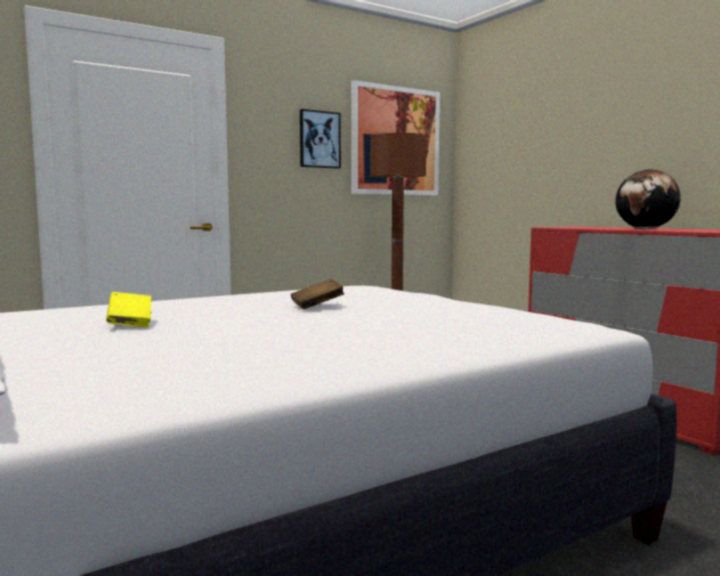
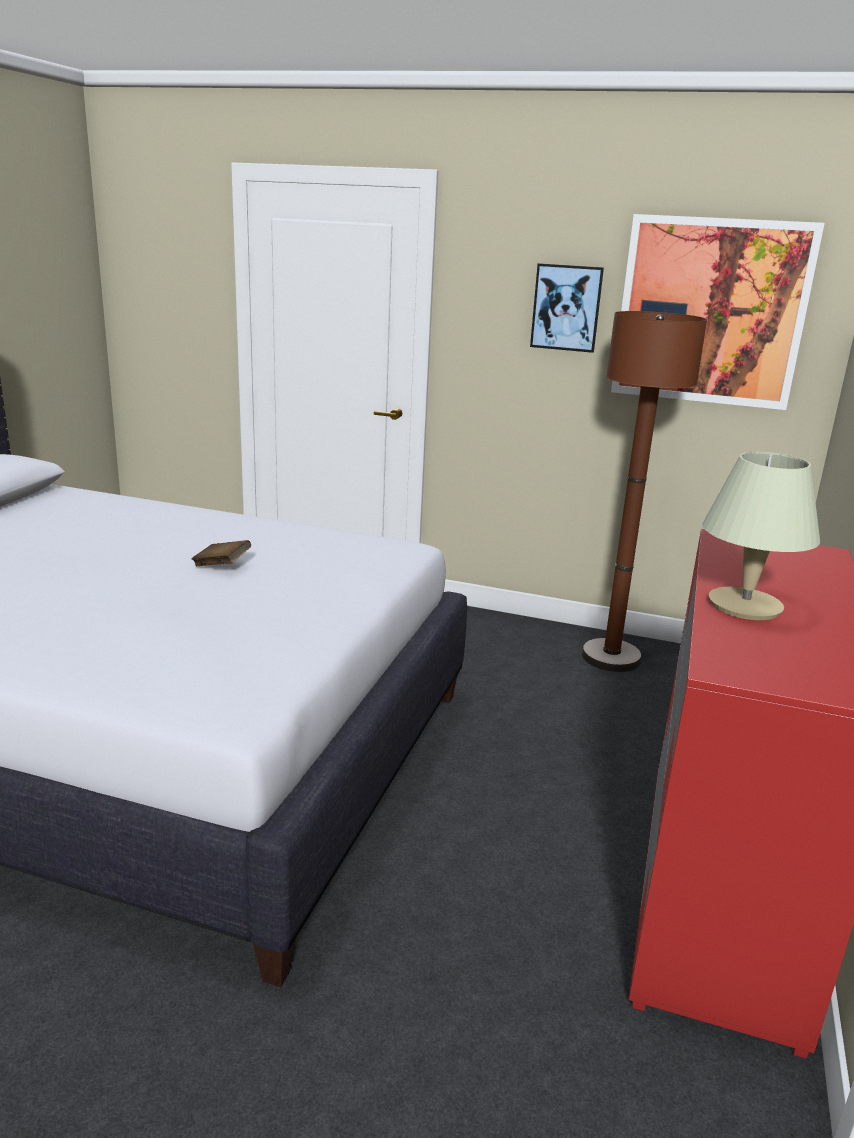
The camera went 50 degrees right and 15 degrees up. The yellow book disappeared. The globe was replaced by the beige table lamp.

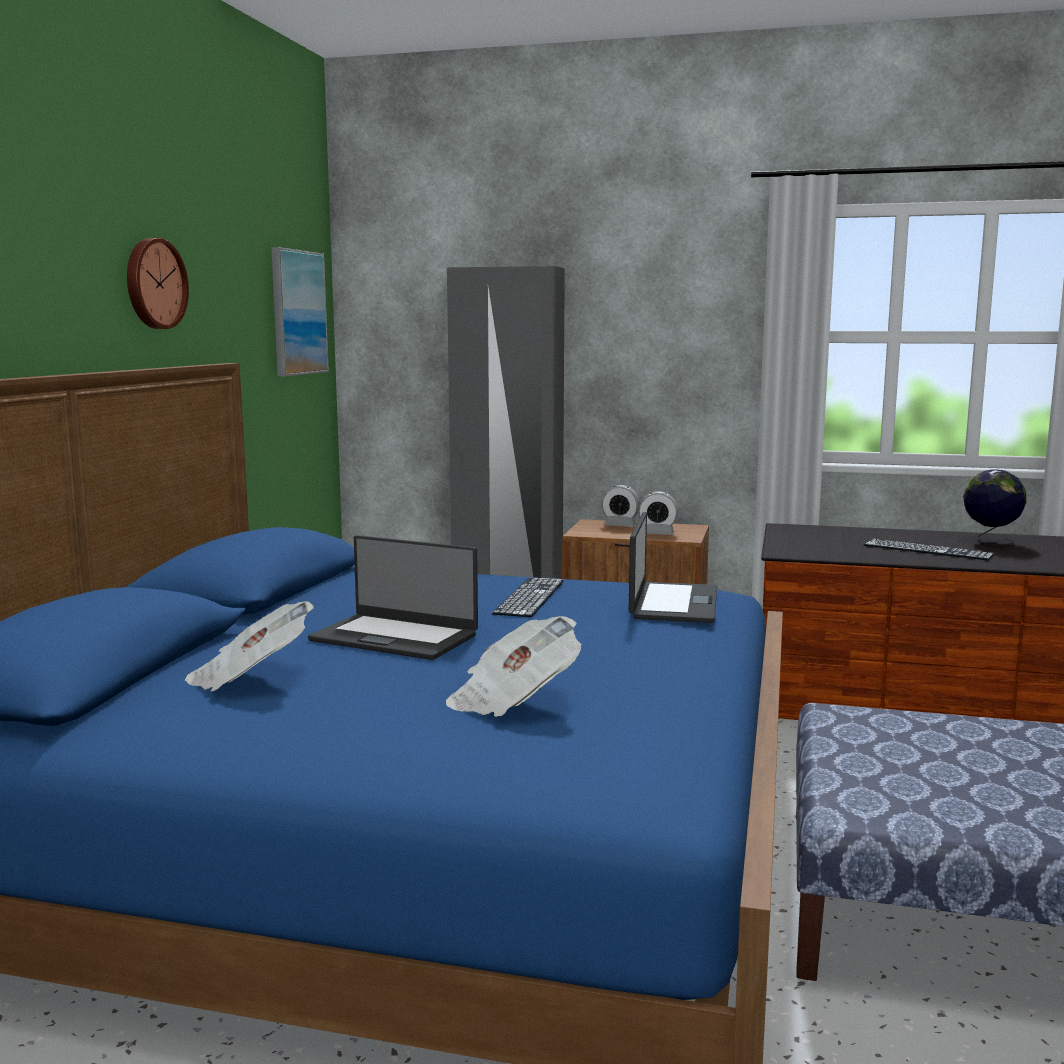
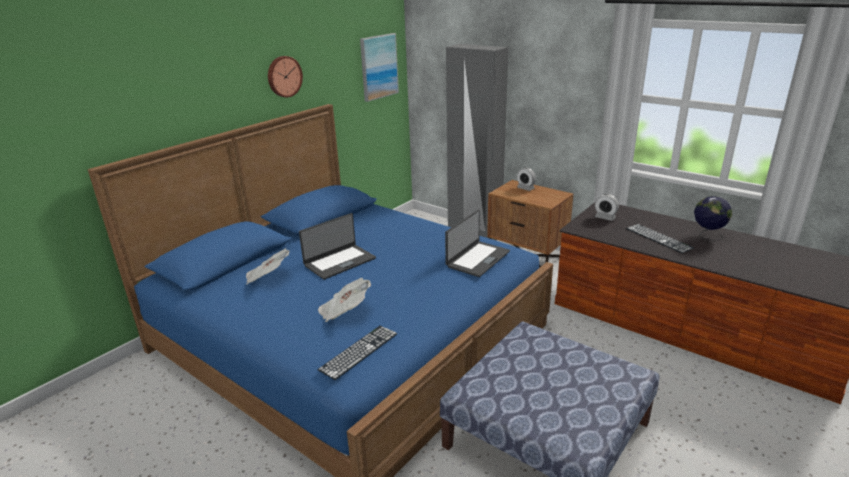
The camera went 25 degrees right and 15 degrees up. The laptop (no. 1 from left) turned 90 degrees counterclockwise. The keyboard (no. 1 from left) moved. The alarm clock (no. 2 from left) moved.

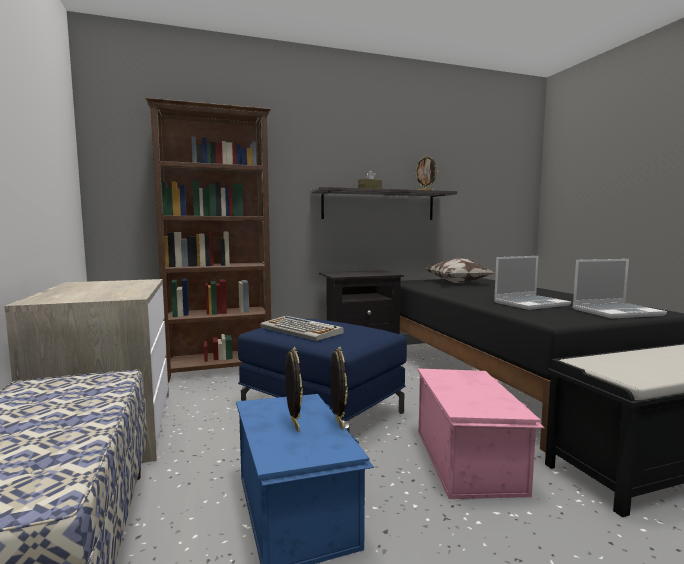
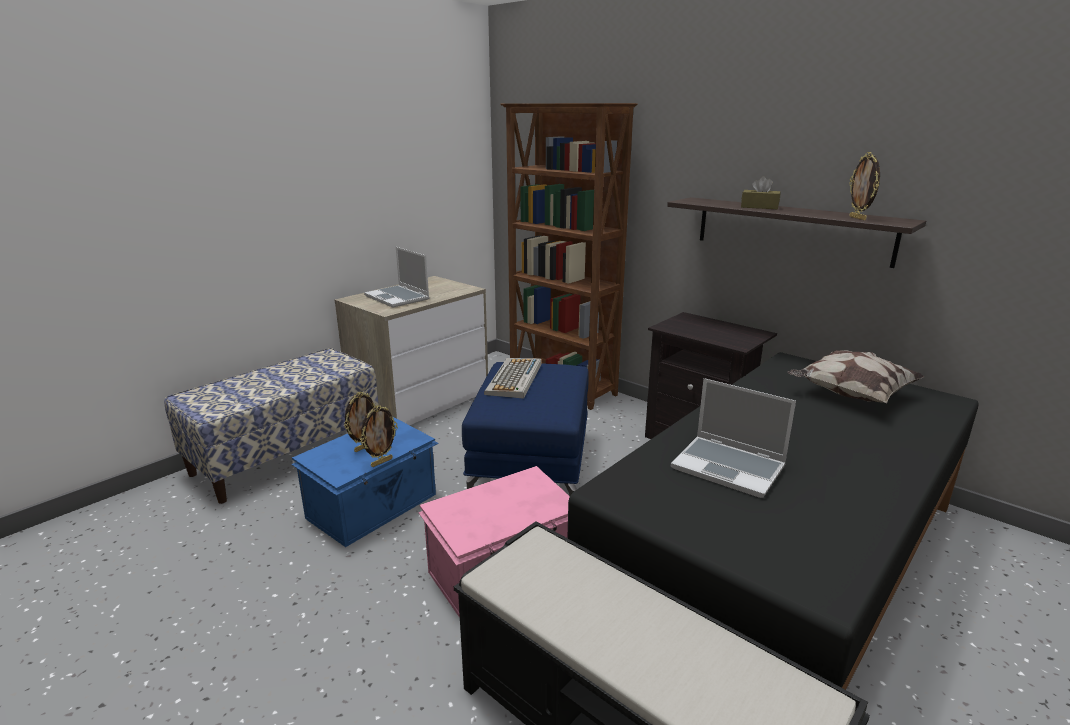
The camera went 60 degrees right and 15 degrees up. The laptop (no. 2 from left in the first image) moved.

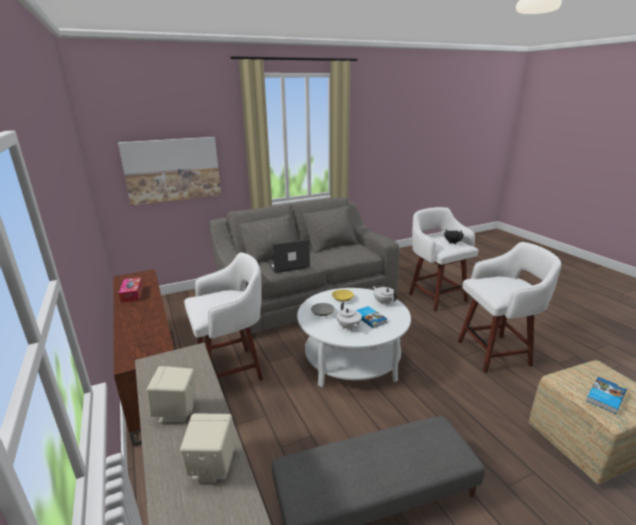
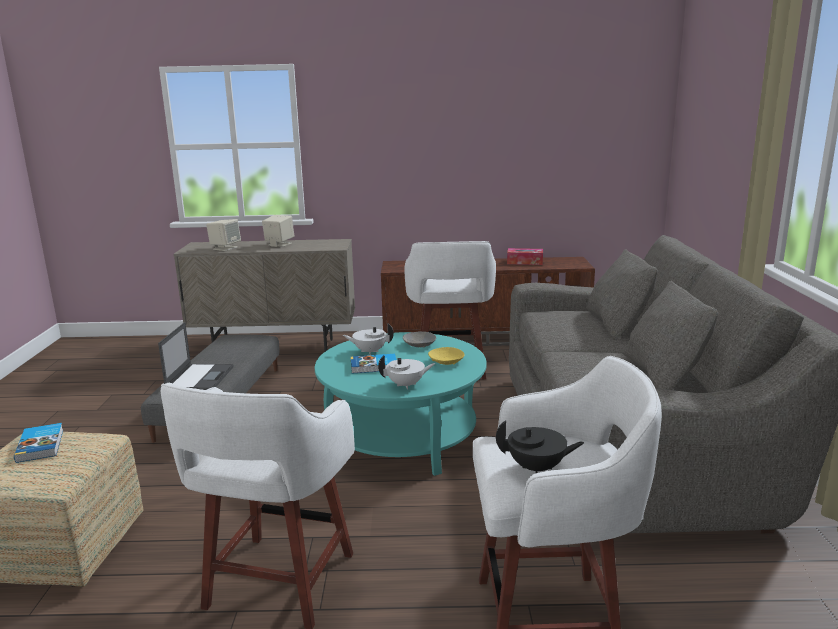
The camera went 115 degrees right and 5 degrees down. The picture disappeared. The laptop moved. The white coffee table became the turquoise coffee table.

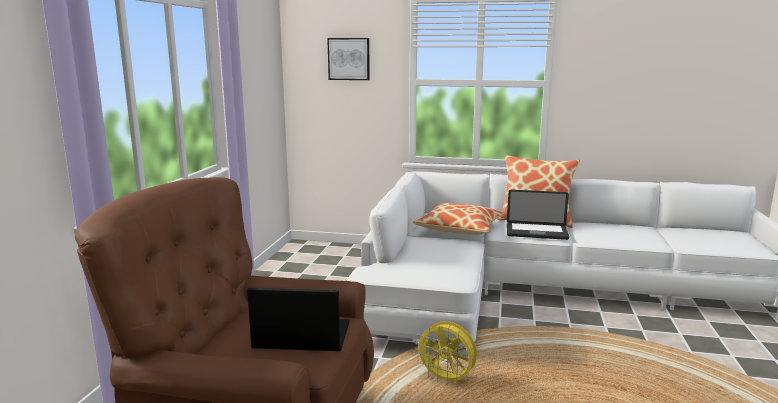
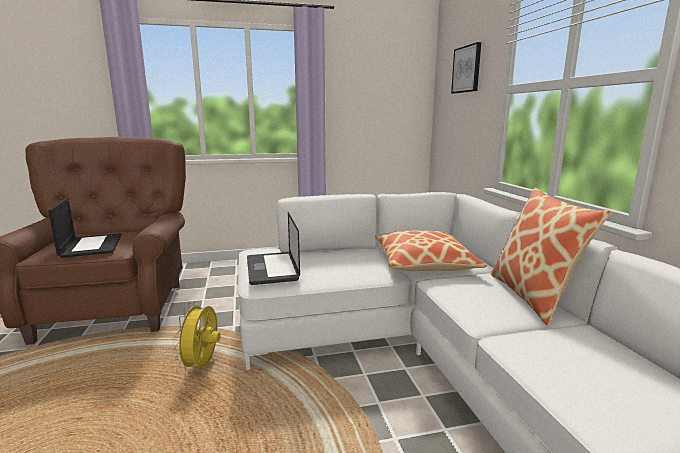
The camera went 65 degrees right and 0 degrees up. The laptop (no. 2 from left) moved.

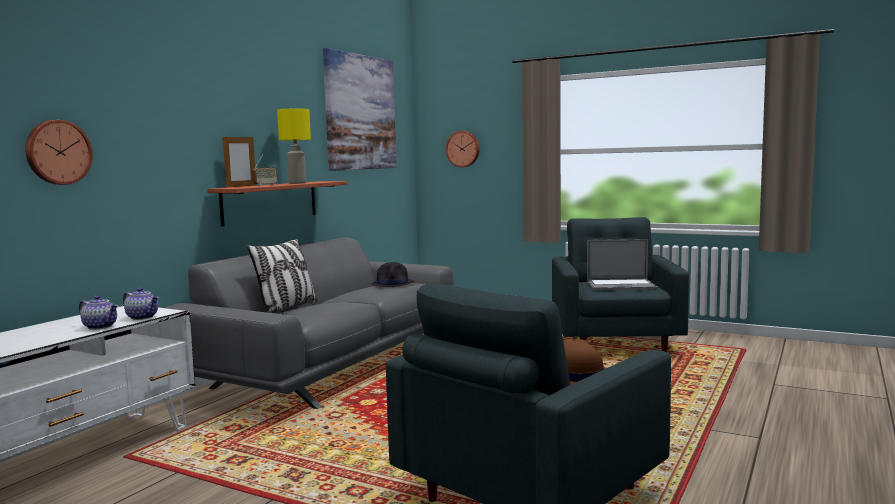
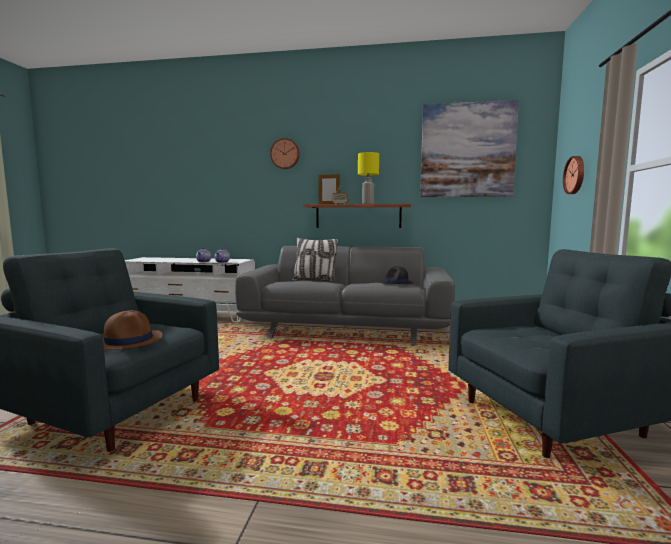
The camera went 70 degrees right and 0 degrees up. The wall clock (no. 1 from left) moved. The laptop disappeared.

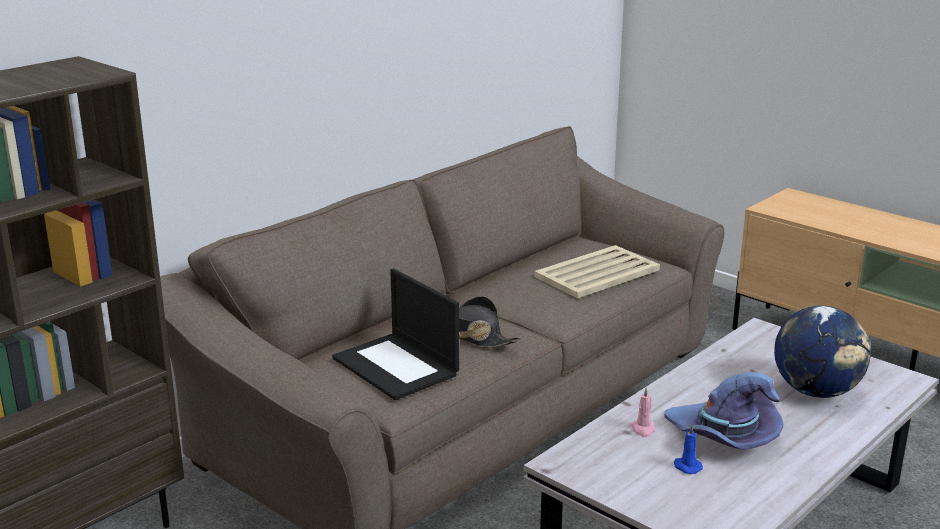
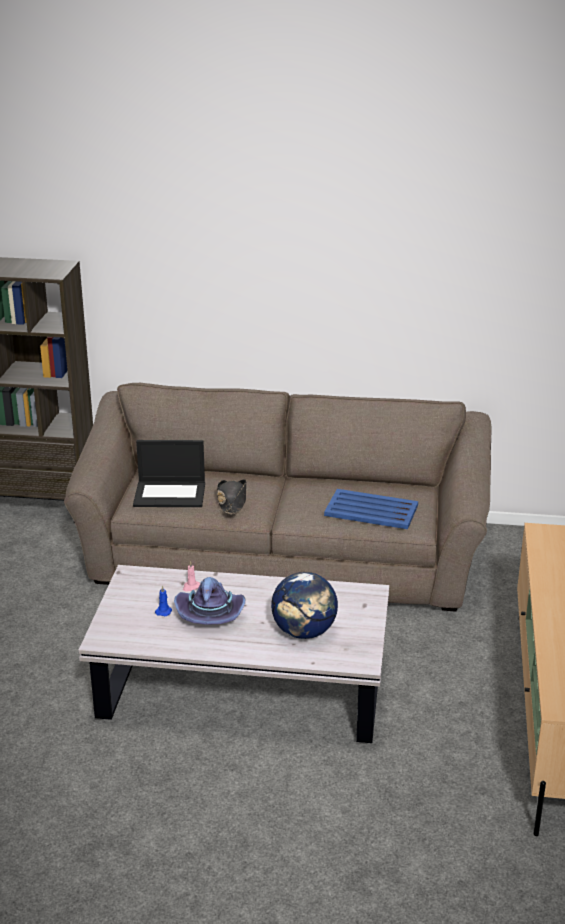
The camera went 55 degrees right and 5 degrees up. The laptop turned 105 degrees counterclockwise. The beige tray became the blue tray.

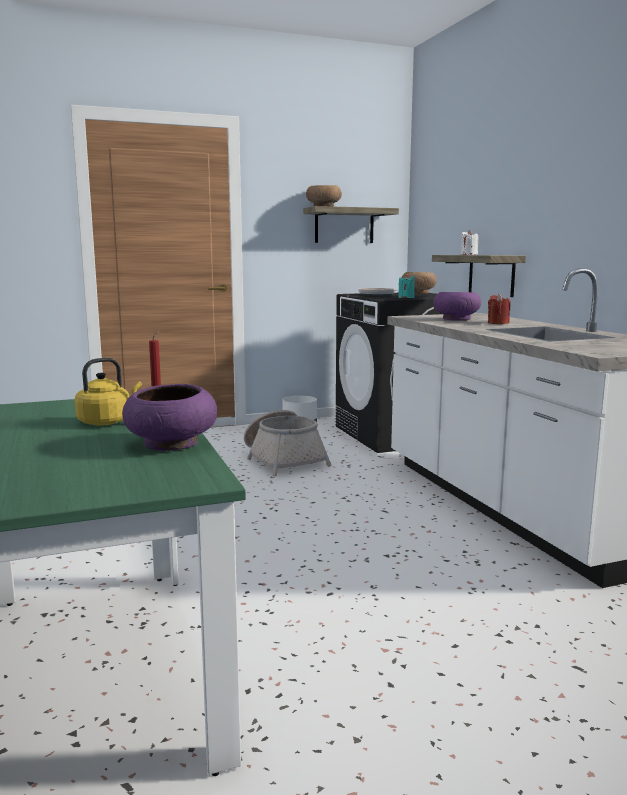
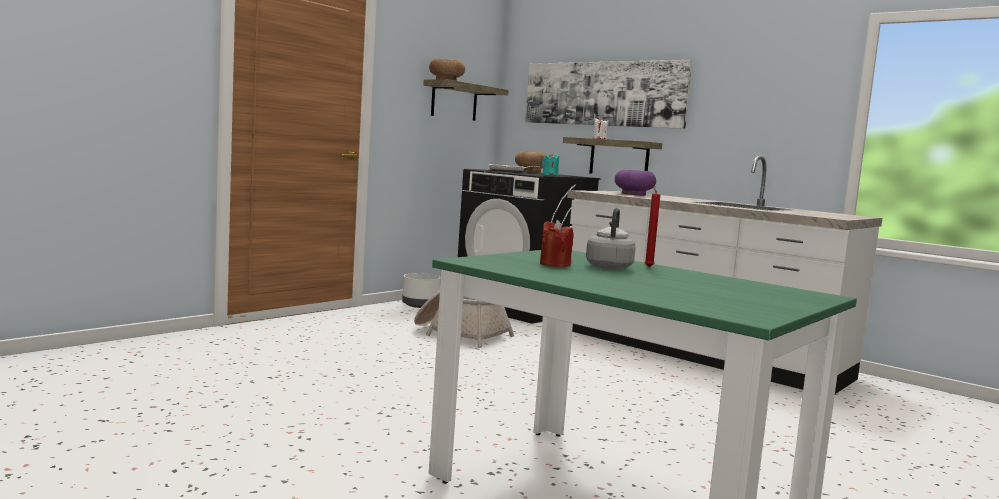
The camera went 30 degrees left and 5 degrees down. The yellow kettle became the grey kettle. The purple bowl (no. 1 from left) disappeared. The red candle (no. 2 from left in the first image) moved. The picture appeared.

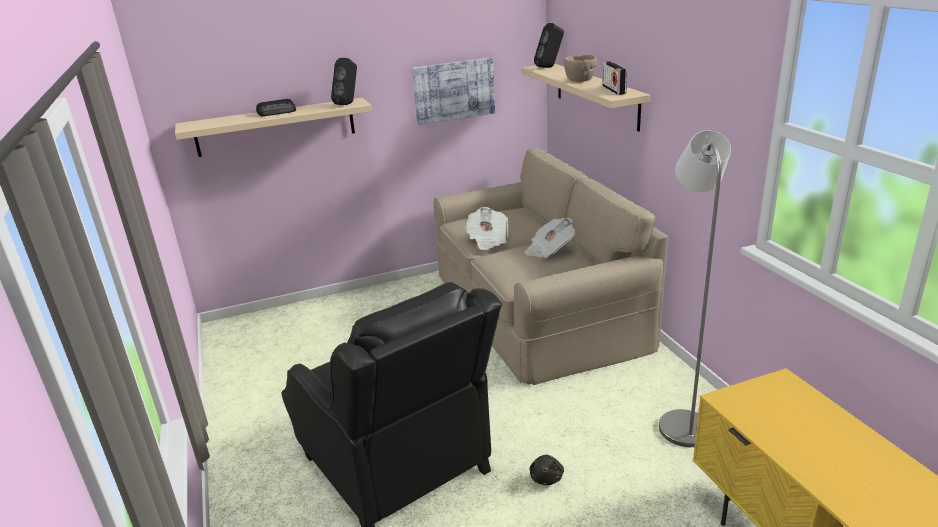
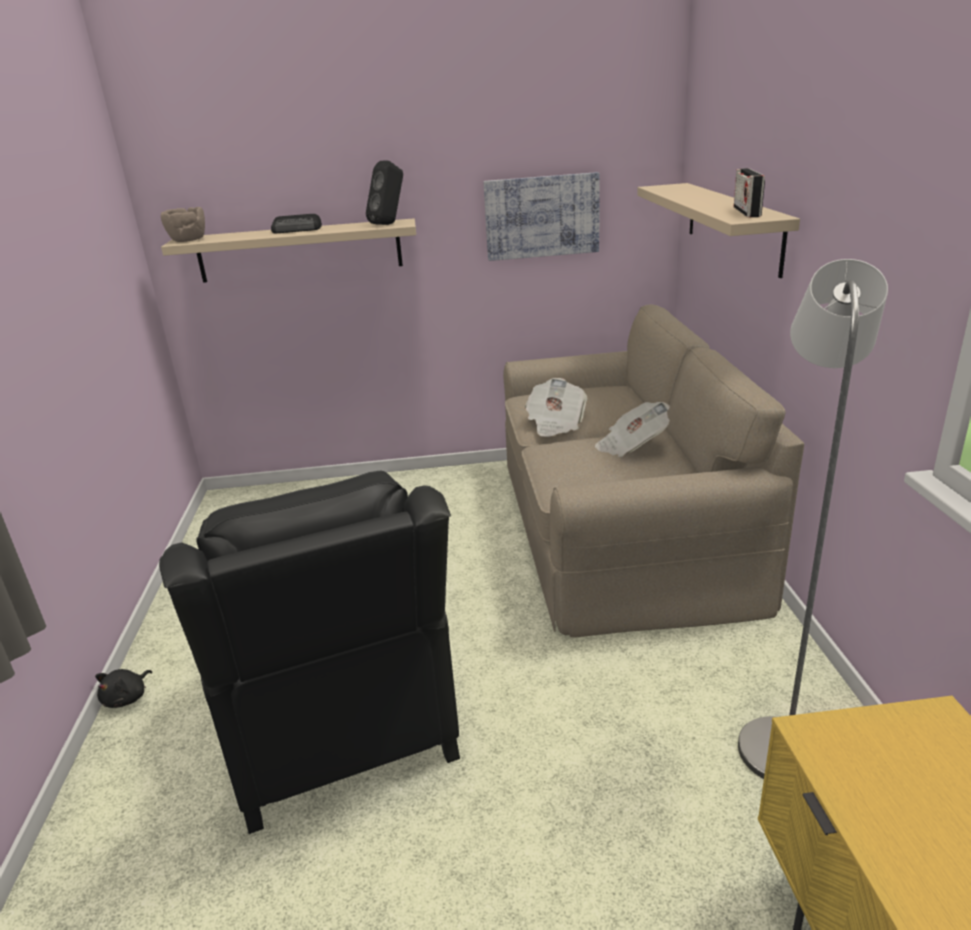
The camera went 15 degrees right and 0 degrees up. The black plush toy moved. The black speaker (no. 2 from left) disappeared. The brown bowl moved.

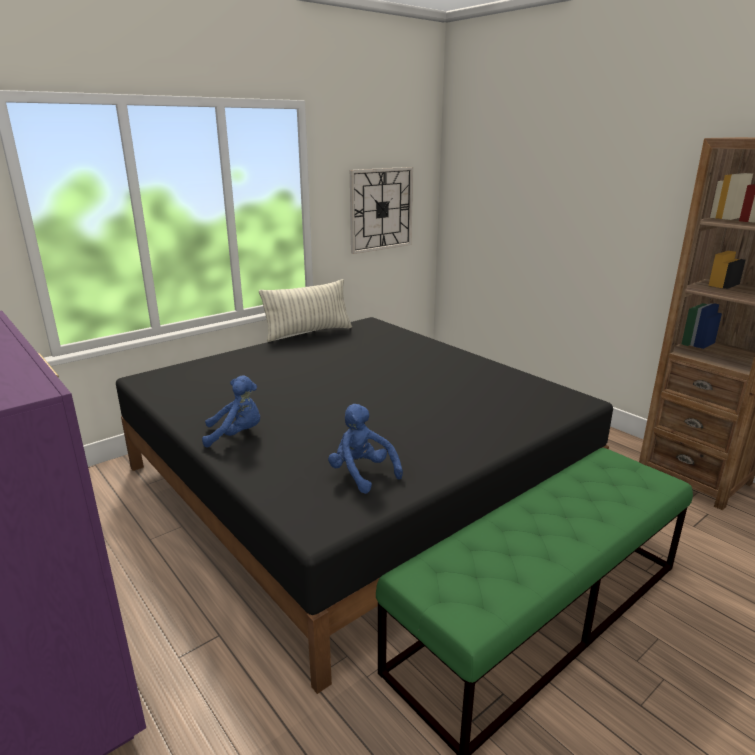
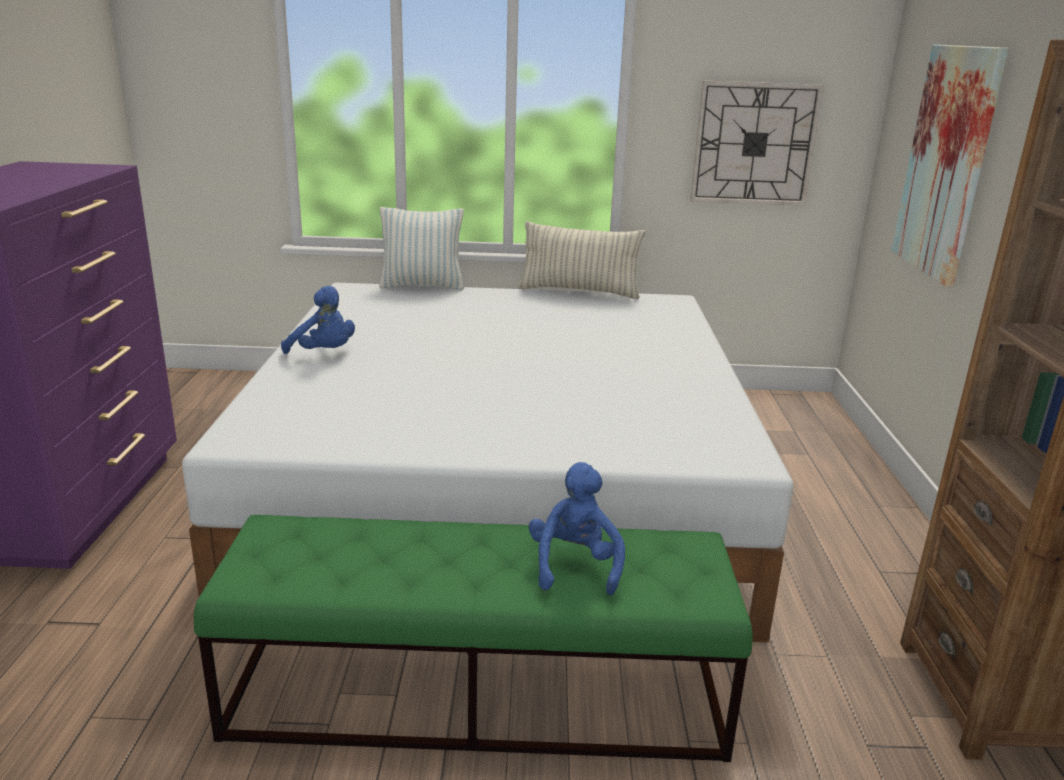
The camera went 40 degrees right and 0 degrees up. The black bed became the white bed. The blue plush toy (no. 2 from left) moved. The pillow (no. 1 from left) appeared. The picture appeared.

